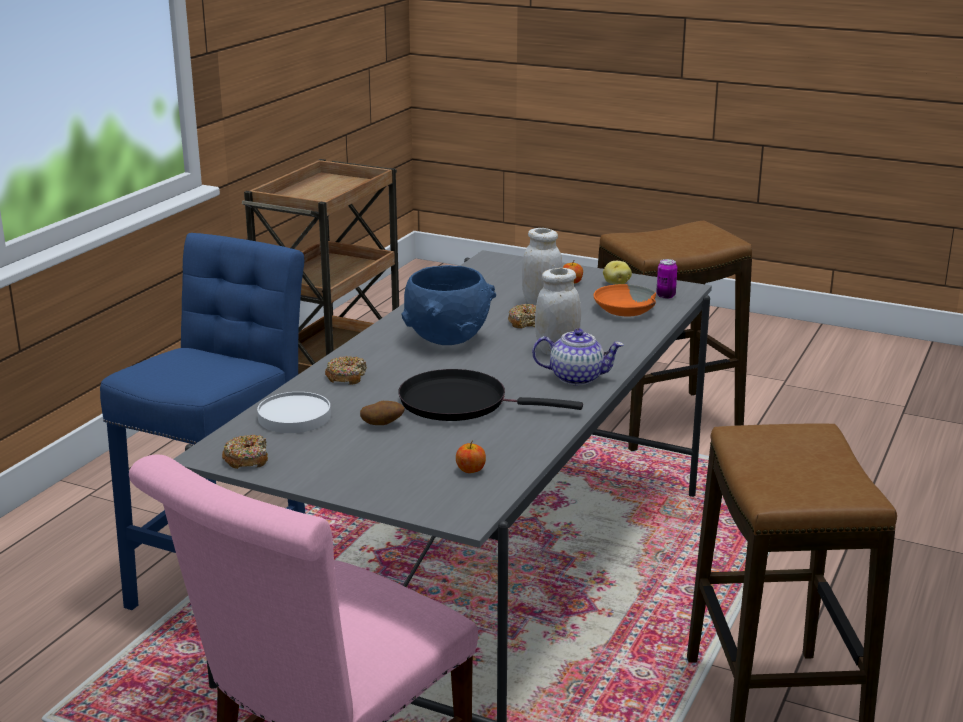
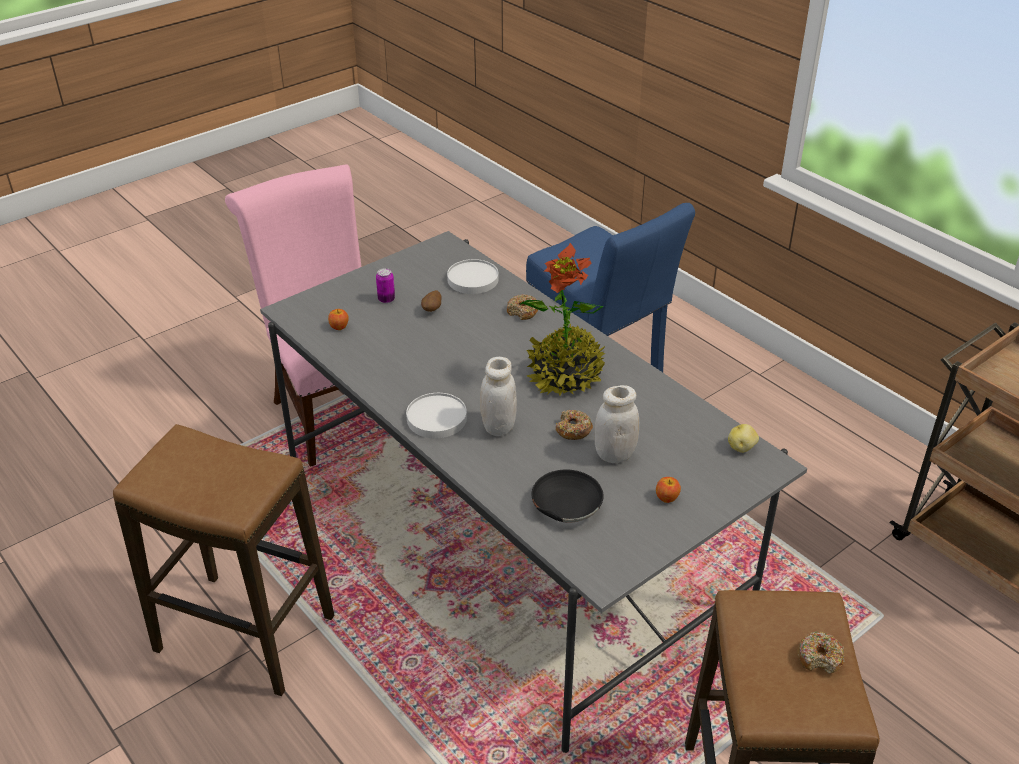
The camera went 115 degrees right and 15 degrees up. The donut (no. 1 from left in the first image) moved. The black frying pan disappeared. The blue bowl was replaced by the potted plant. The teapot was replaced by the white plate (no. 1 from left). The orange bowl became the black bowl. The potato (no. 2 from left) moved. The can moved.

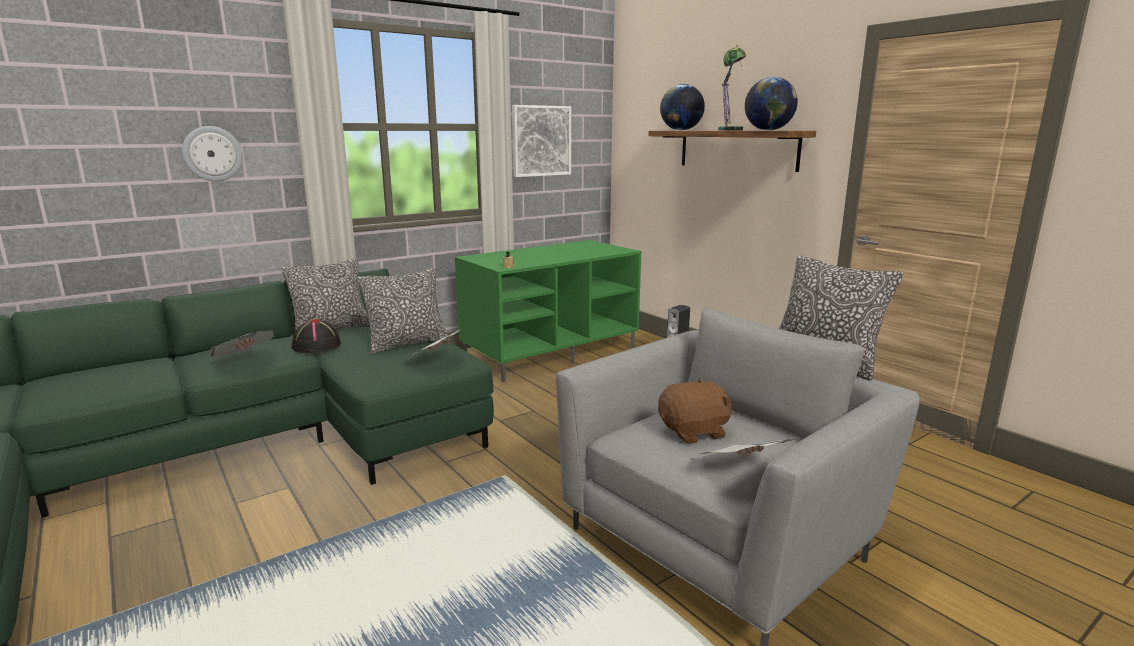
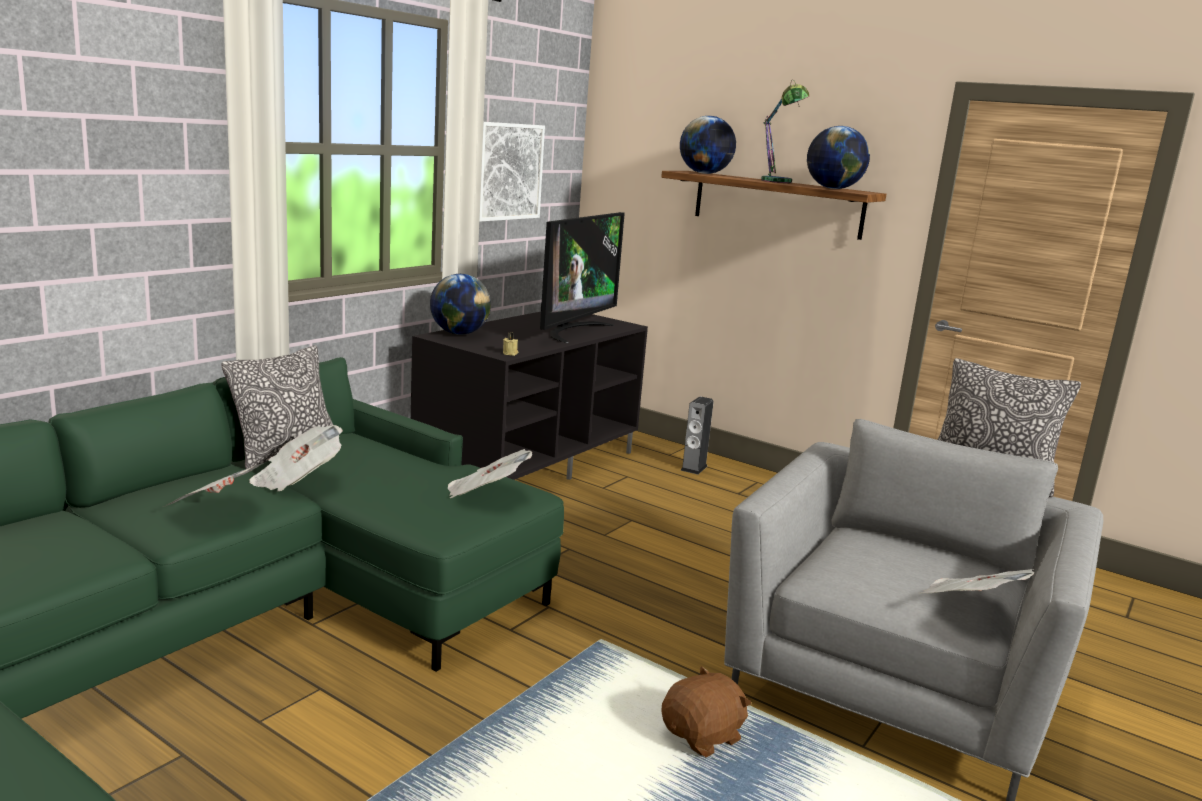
The camera went 20 degrees left and 0 degrees up. The wall clock disappeared. The black hat was replaced by the newspaper (no. 2 from left). The pillow (no. 2 from left) disappeared. The green tv stand became the black tv stand. The brown plush toy moved. The globe (no. 1 from left) appeared. The television appeared.

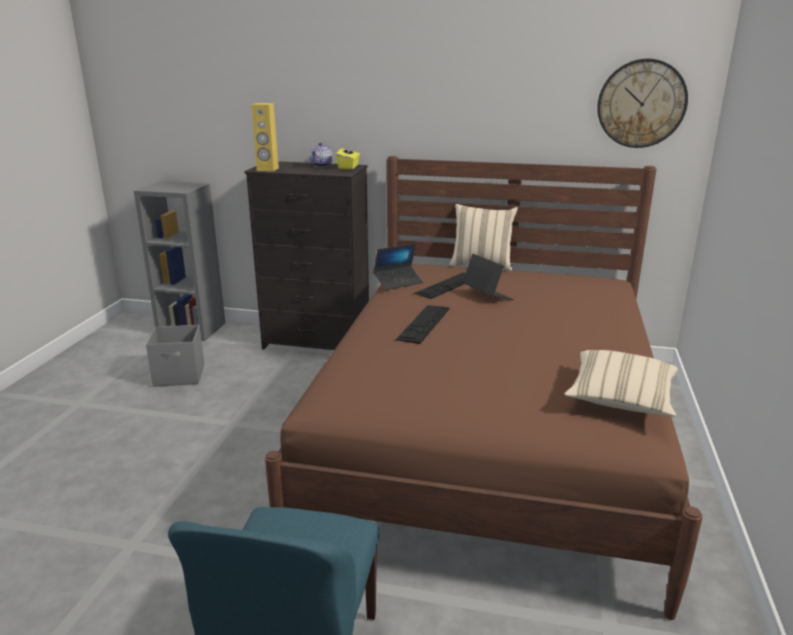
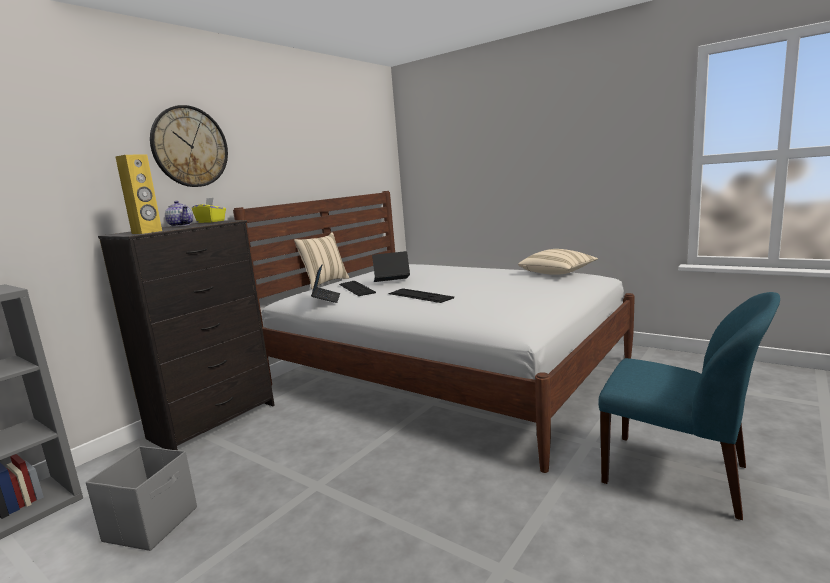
The camera went 65 degrees left and 10 degrees down. The brown bed became the white bed. The wall clock moved.

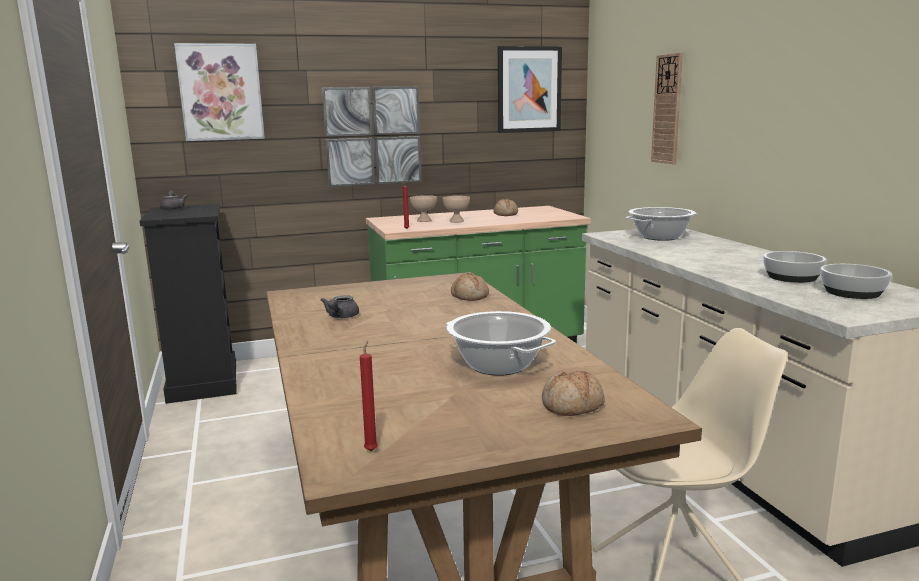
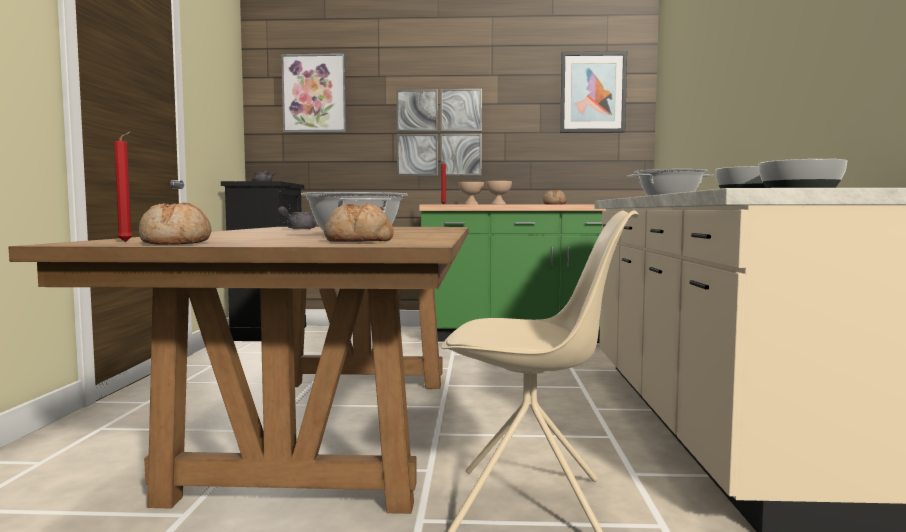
The camera went 20 degrees right and 10 degrees down. The bread (no. 1 from left) moved. The wall clock disappeared.

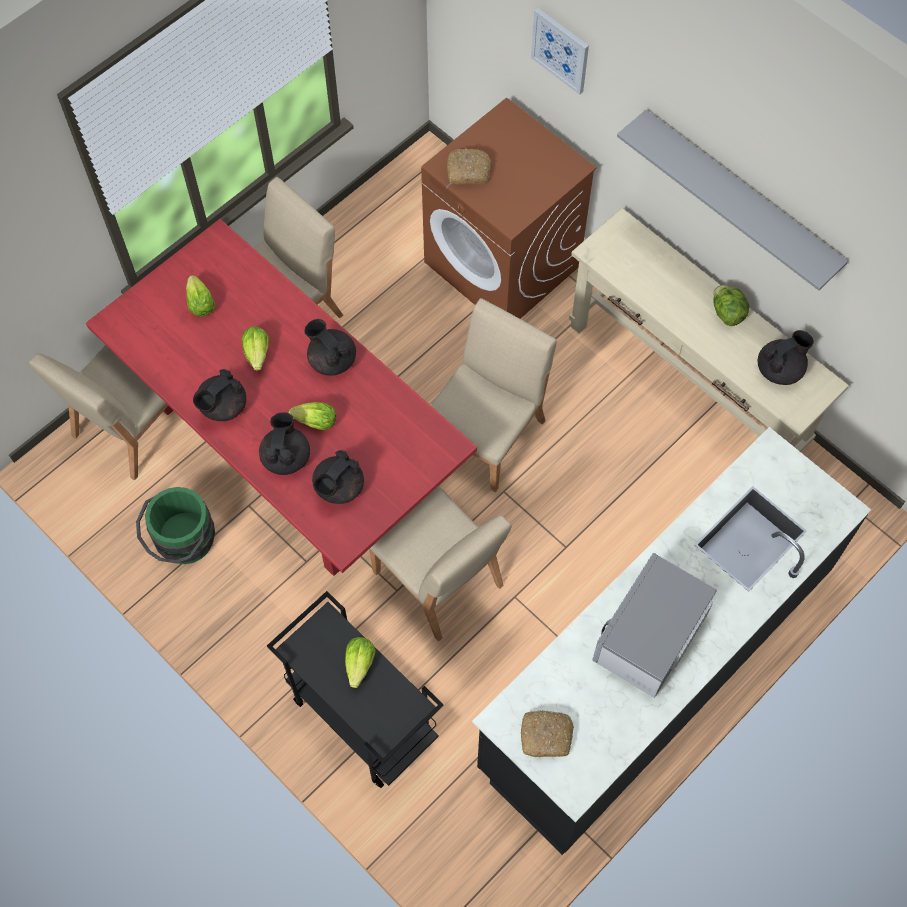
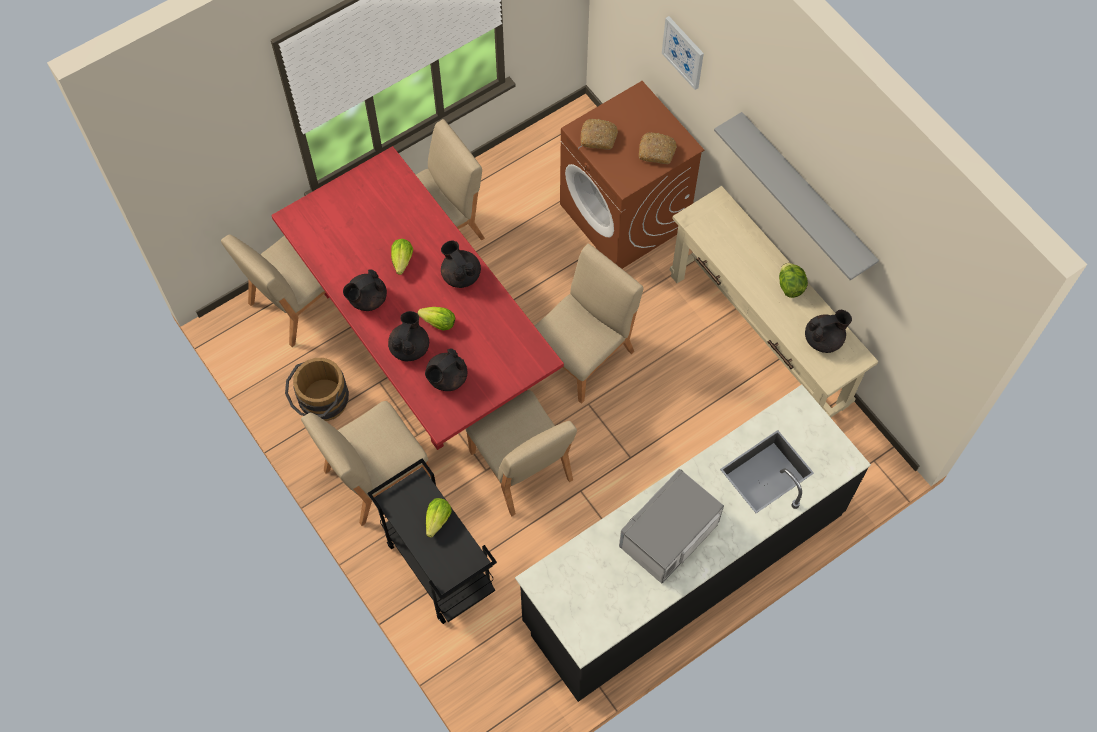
The camera went 10 degrees right and 0 degrees up. The green bucket became the brown bucket. The lettuce (no. 1 from left) disappeared. The bread (no. 2 from left) moved. The beige chair (no. 2 from left) appeared.

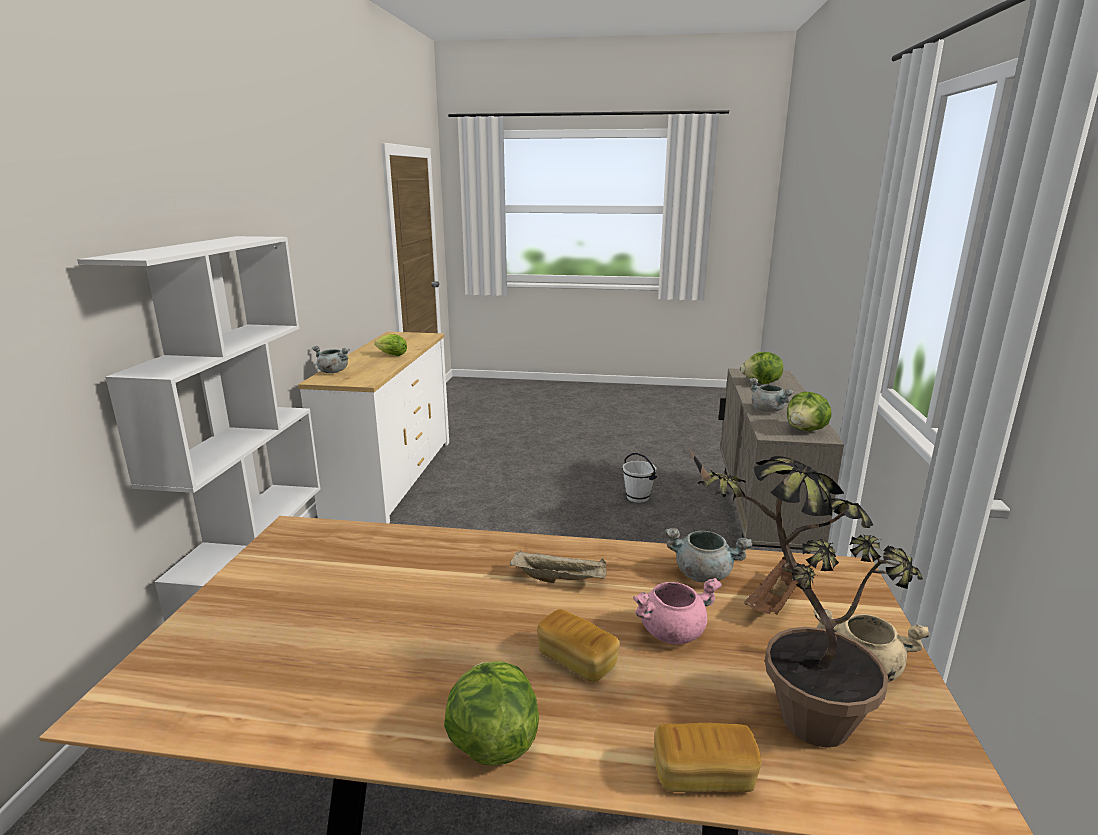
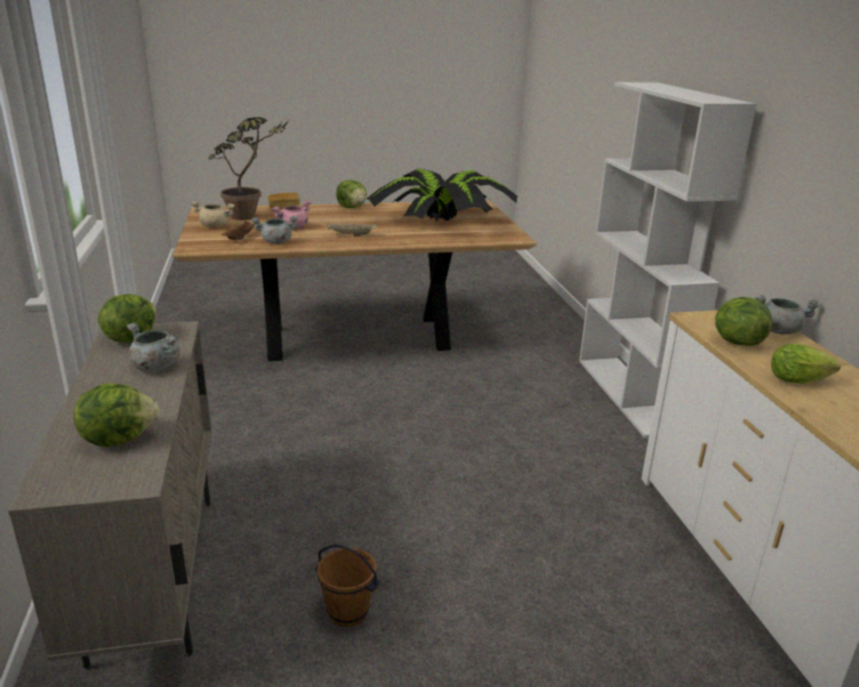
The camera went 160 degrees right and 5 degrees up. The bread (no. 1 from left) disappeared. The white bucket became the brown bucket. The potted plant (no. 2 from left) appeared. The lettuce (no. 4 from left) appeared.

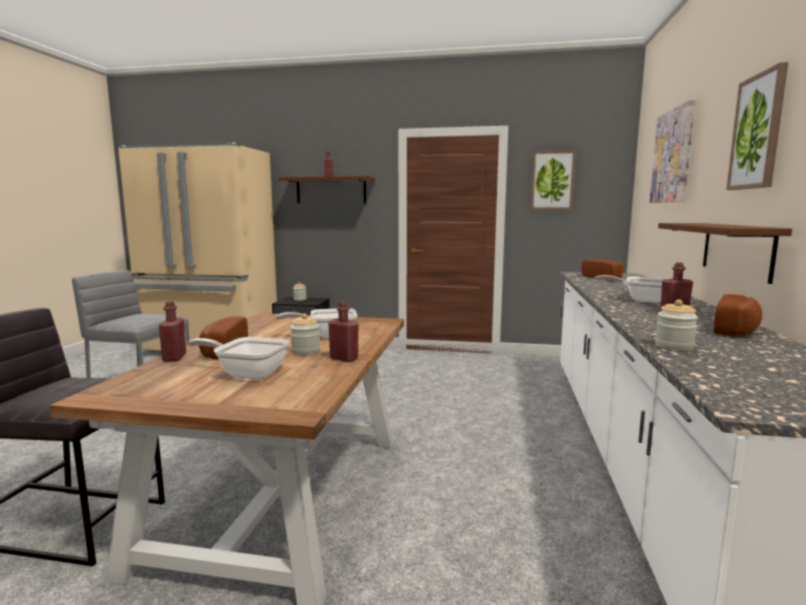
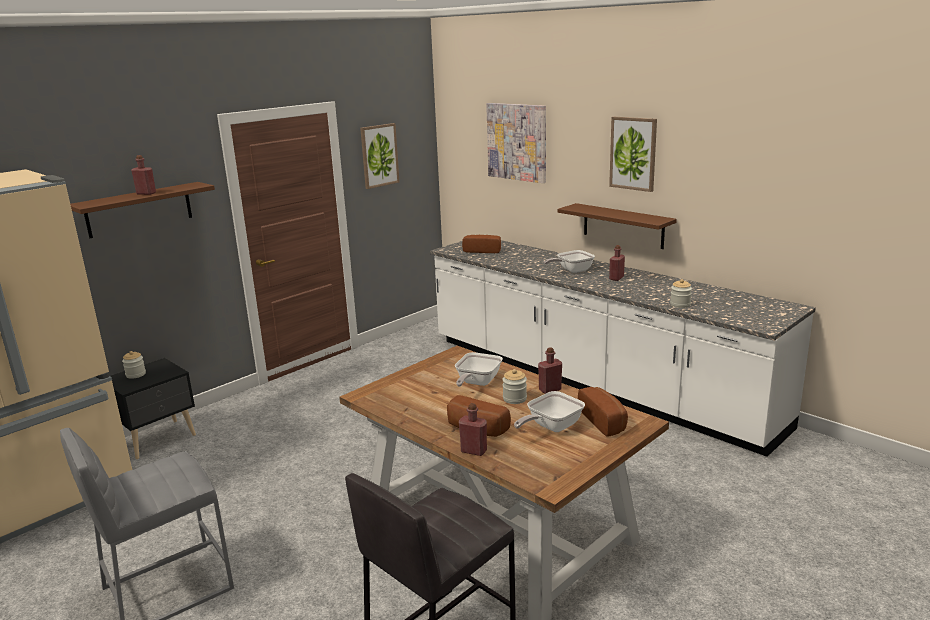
The camera went 55 degrees left and 10 degrees up. The bread (no. 3 from left) moved.

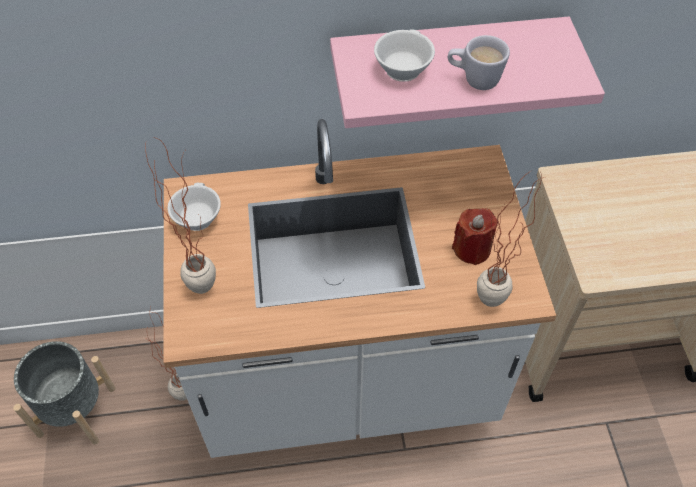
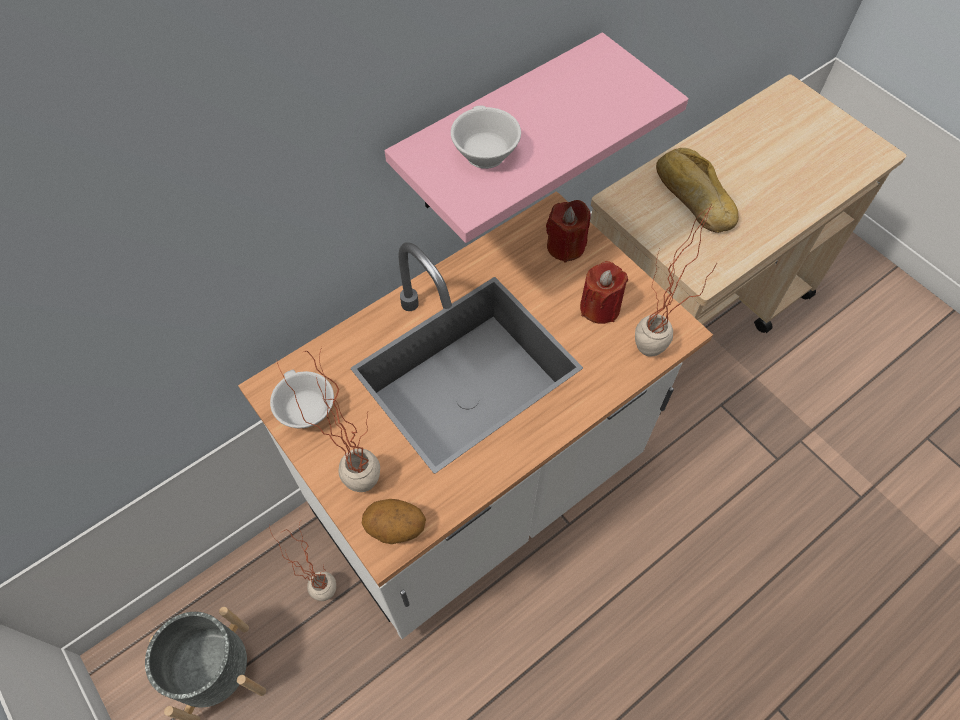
The camera went 30 degrees left and 5 degrees up. The white mug disappeared. The potato appeared. The red candle (no. 1 from left) appeared. The bread appeared.

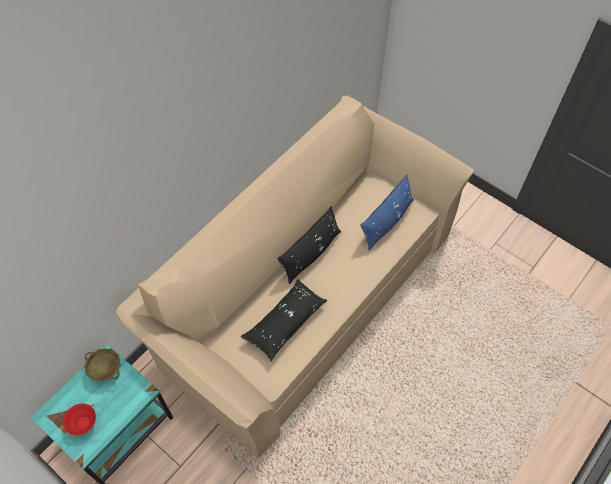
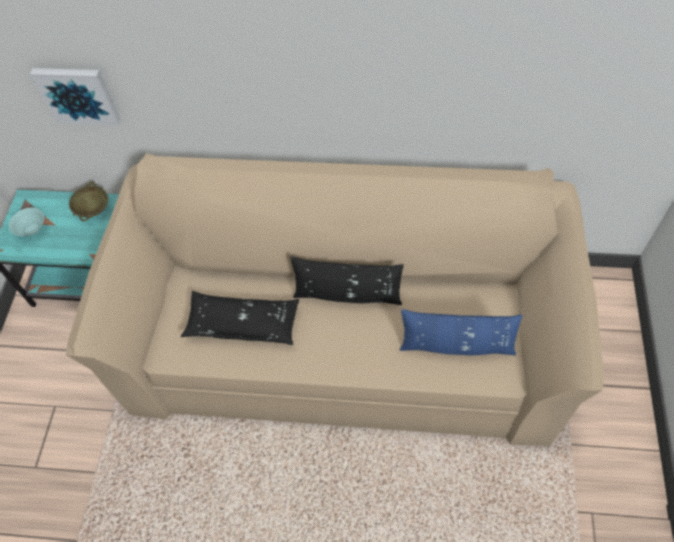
The camera went 60 degrees right and 0 degrees up. The red bowl became the turquoise bowl. The picture appeared.

